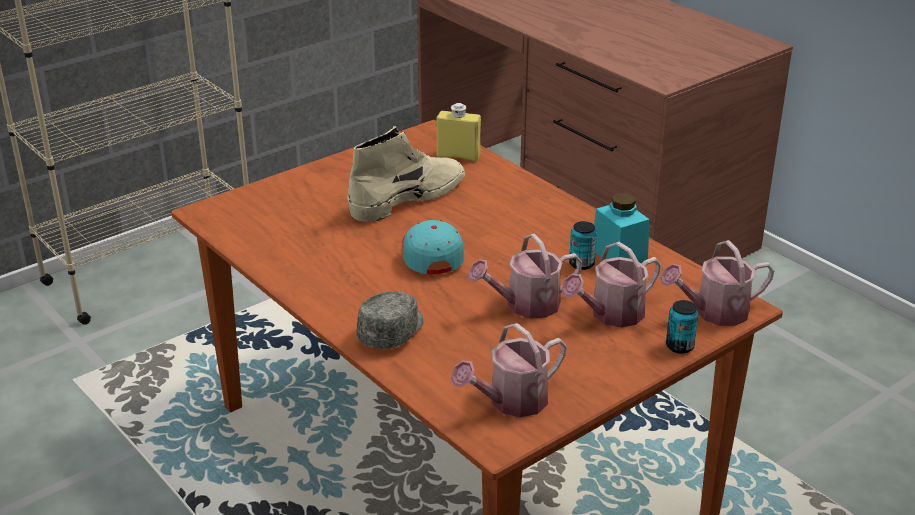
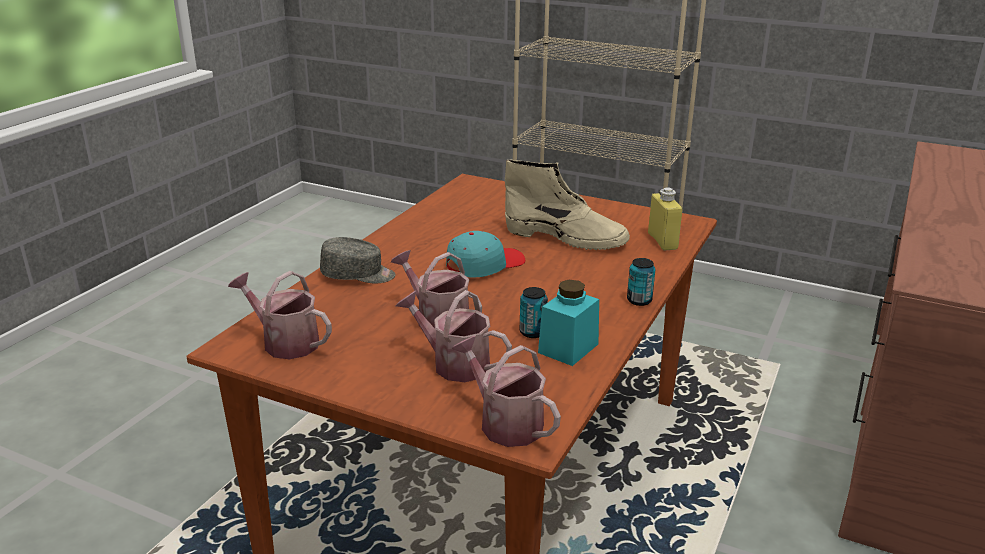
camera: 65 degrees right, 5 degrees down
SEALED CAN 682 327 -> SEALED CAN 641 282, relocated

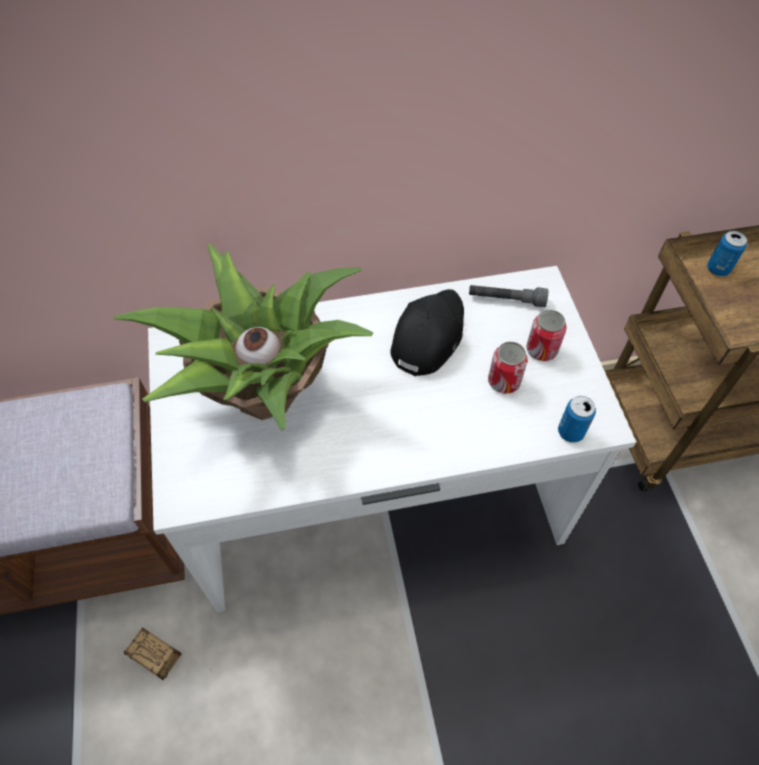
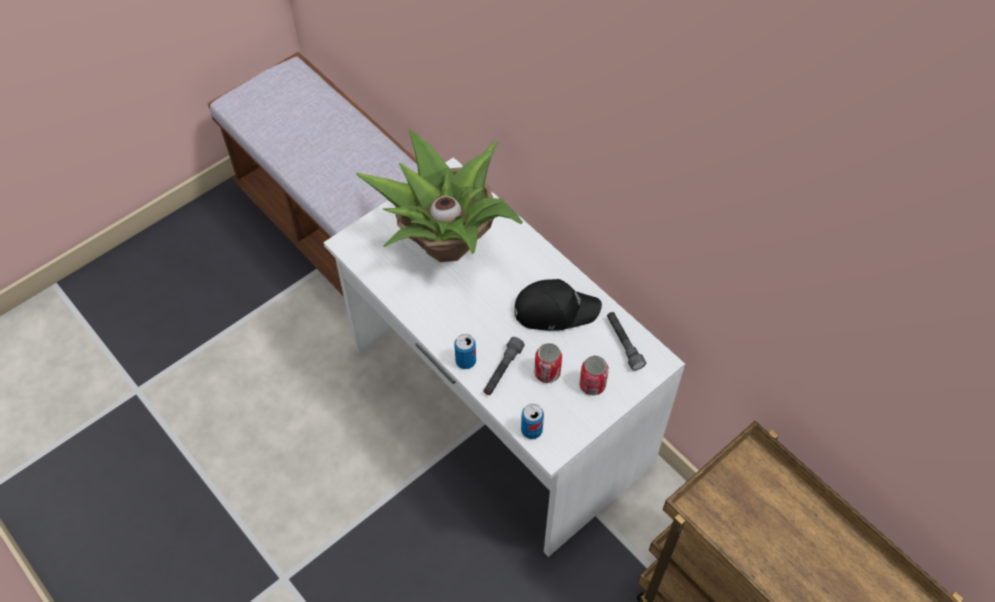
camera: 60 degrees right, 0 degrees up
STORAGE BOX 167 654 -> none
SEALED CAN 727 253 -> SEALED CAN 465 351, relocated
none -> GREYISH TORCH 504 366

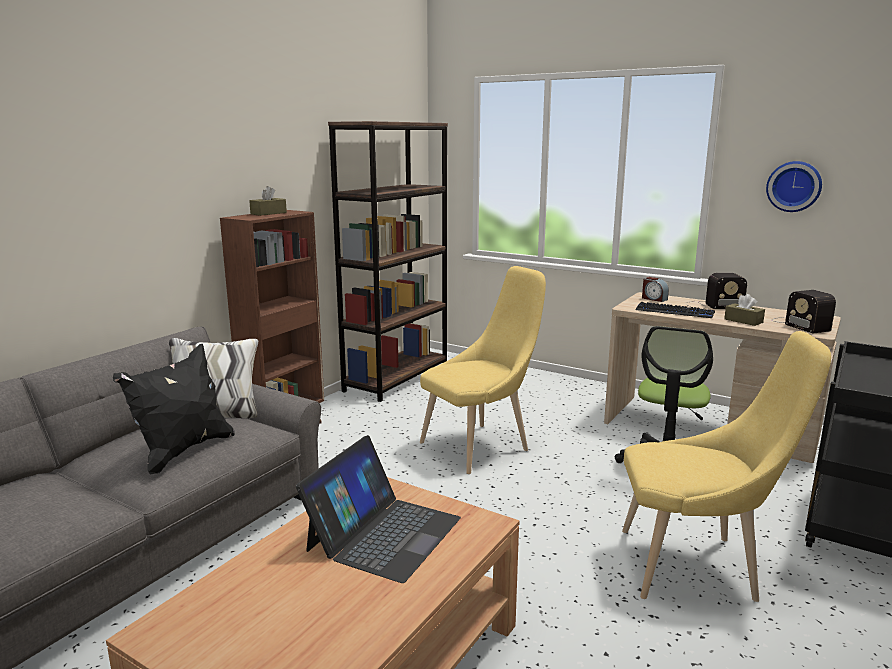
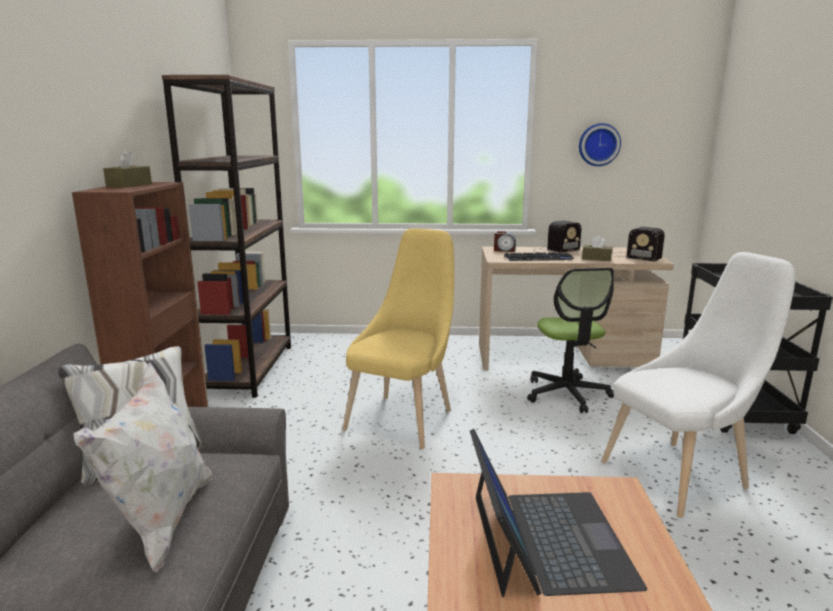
camera: 30 degrees left, 0 degrees up
BLACKISH CUSHION 174 409 -> WHITE-COLOURED CUSHION 143 467
YELLOW-COLOURED CHAIR 726 466 -> WHITE-COLOURED CHAIR 698 385

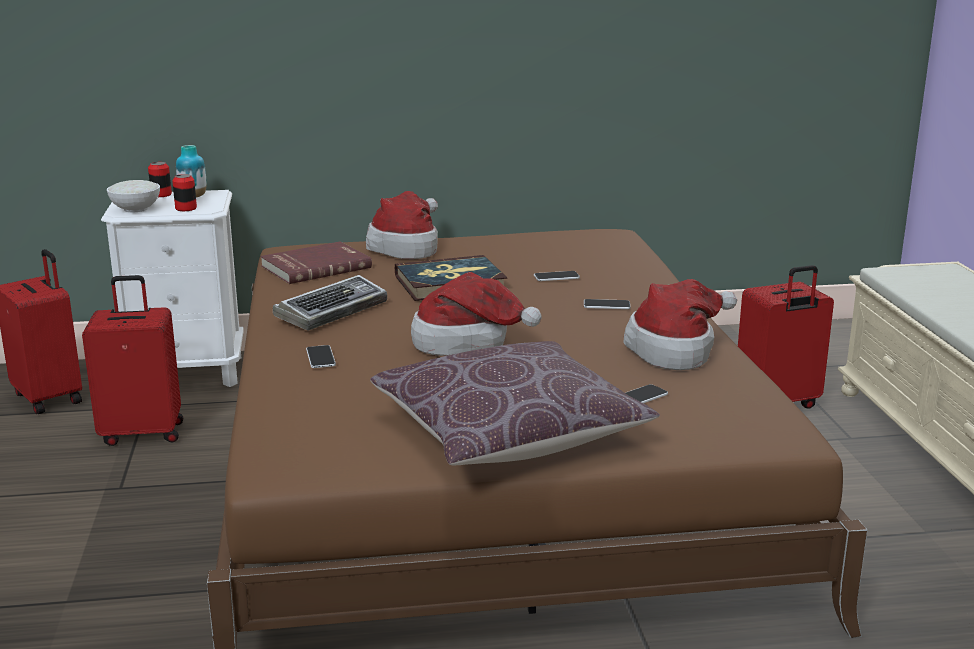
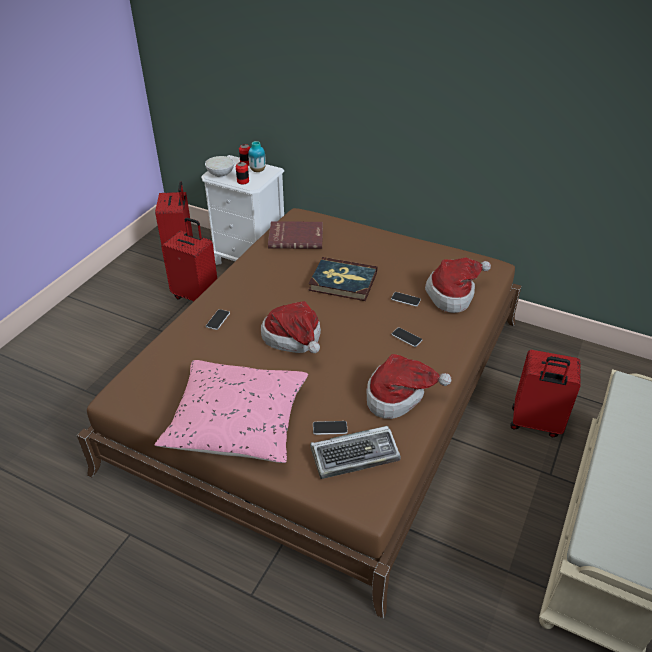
camera: 35 degrees right, 20 degrees up
COMPUTER KEYBOARD 330 303 -> COMPUTER KEYBOARD 355 452, relocated
HAT 402 225 -> HAT 458 285, relocated
BROWNISH CUSHION 515 403 -> PINKISH CUSHION 231 411

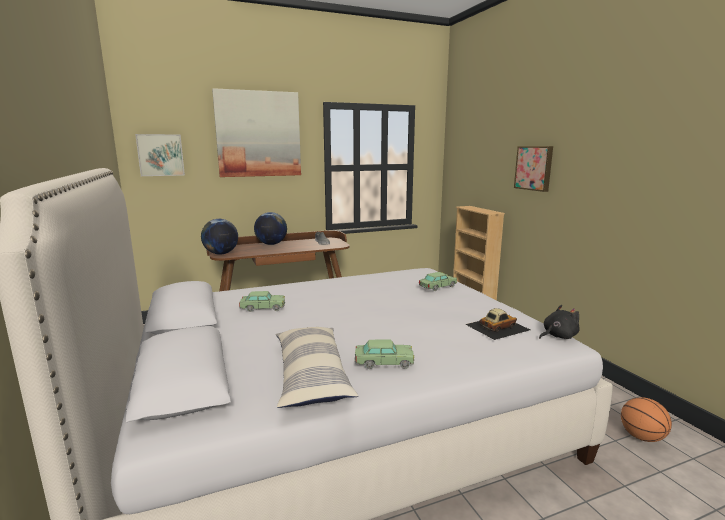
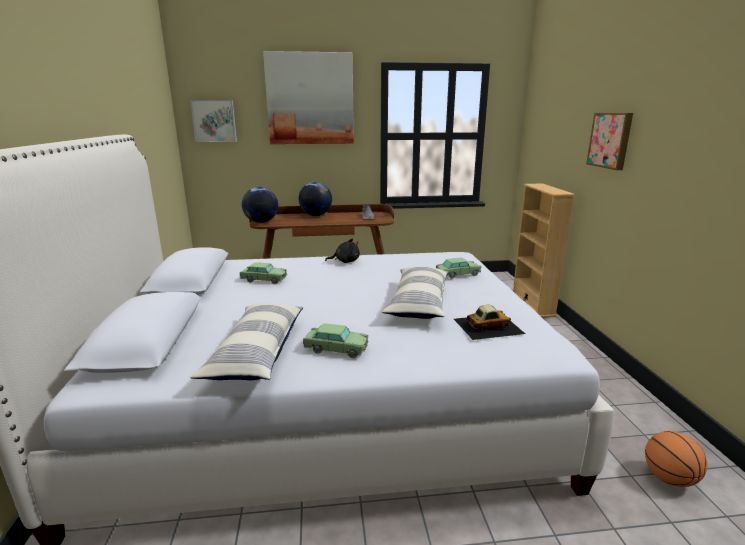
camera: 15 degrees right, 5 degrees up
BLACKISH CUDDLY TOY 559 322 -> BLACKISH CUDDLY TOY 342 250, relocated
none -> CUSHION 415 292

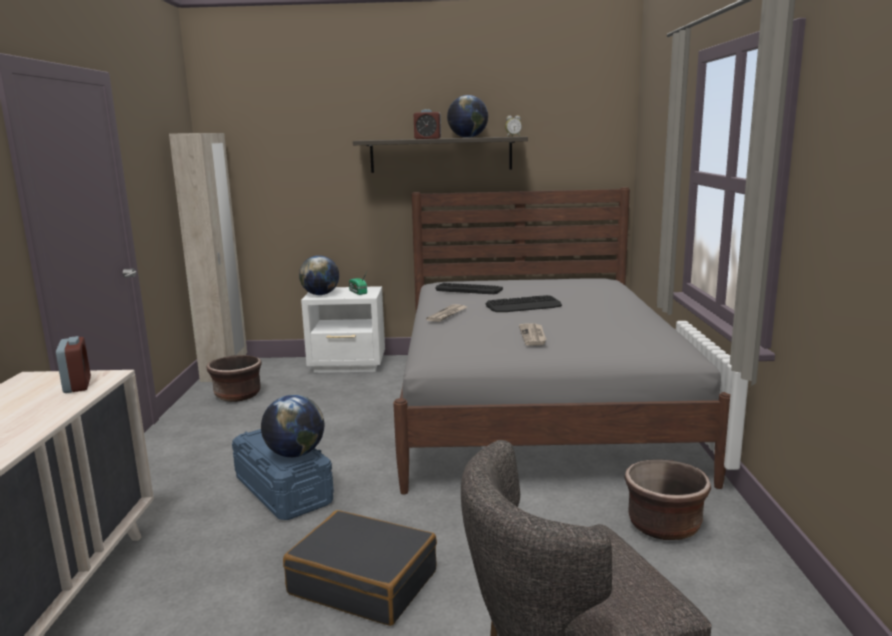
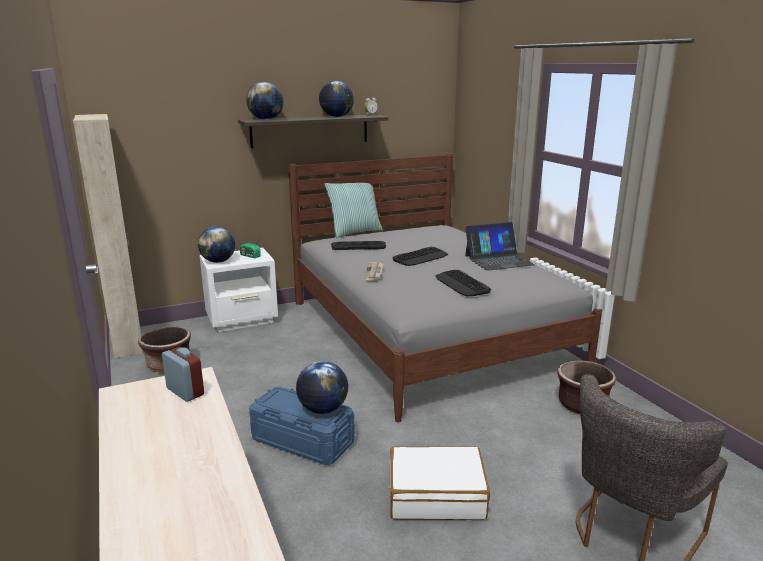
camera: 25 degrees left, 5 degrees up
BLACKISH TRAVEL CASE 360 568 -> WHITE-COLOURED TRAVEL CASE 439 483
TABLE CLOCK 427 124 -> none
DAILY PAPER 533 334 -> COMPUTER KEYBOARD 463 283
none -> DESK GLOBE 265 101
none -> CUSHION 354 210
none -> LAPTOP 500 246

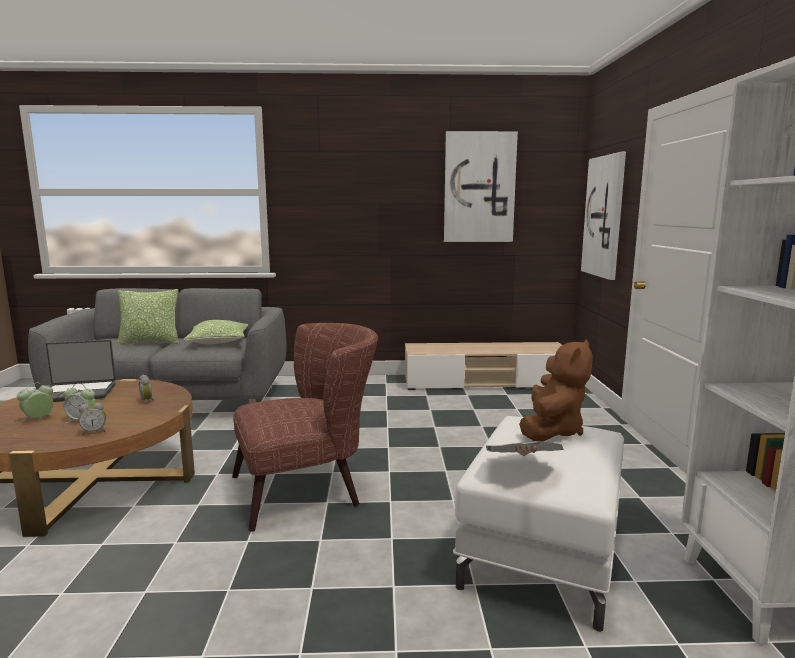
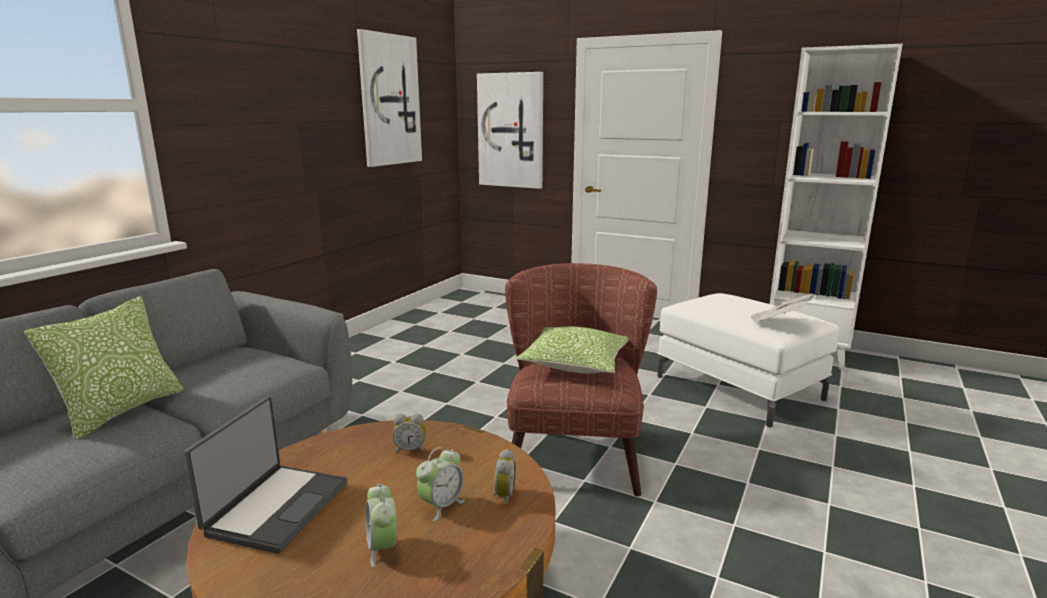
camera: 60 degrees left, 5 degrees up
CUSHION 215 332 -> CUSHION 572 350, relocated
BEIGE TV UNIT 483 366 -> none
BROWNISH CUDDLY TOY 556 390 -> none

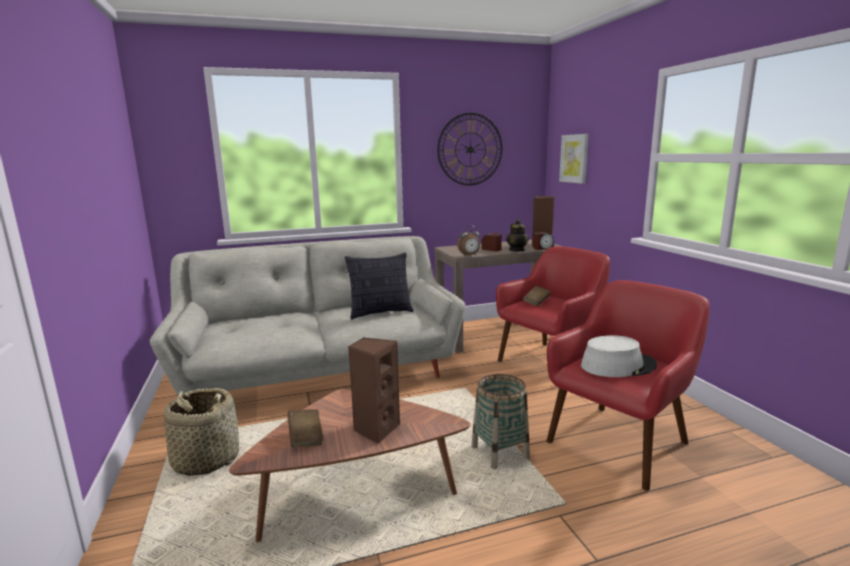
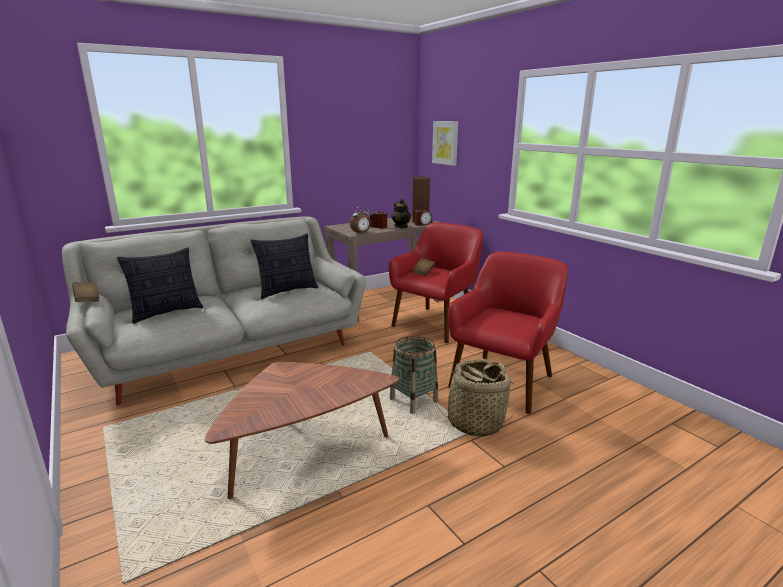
camera: 15 degrees left, 5 degrees up
BASKET 201 432 -> BASKET 474 398, relocated
BROWNISH VOLUME 305 428 -> BROWNISH VOLUME 86 292, relocated
BROWNISH LOUDSPEAKER 374 391 -> none
WALL CLOCK 469 149 -> none
GREYISH HAT 619 356 -> none
none -> CUSHION 160 285

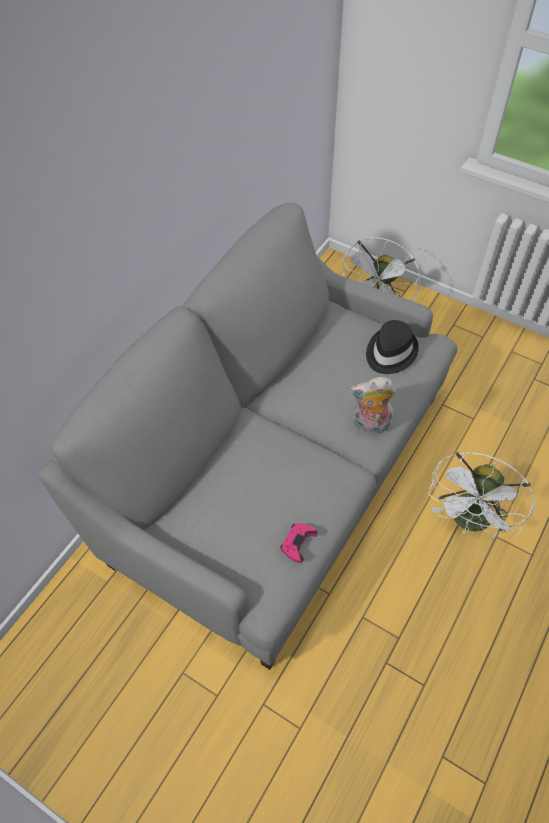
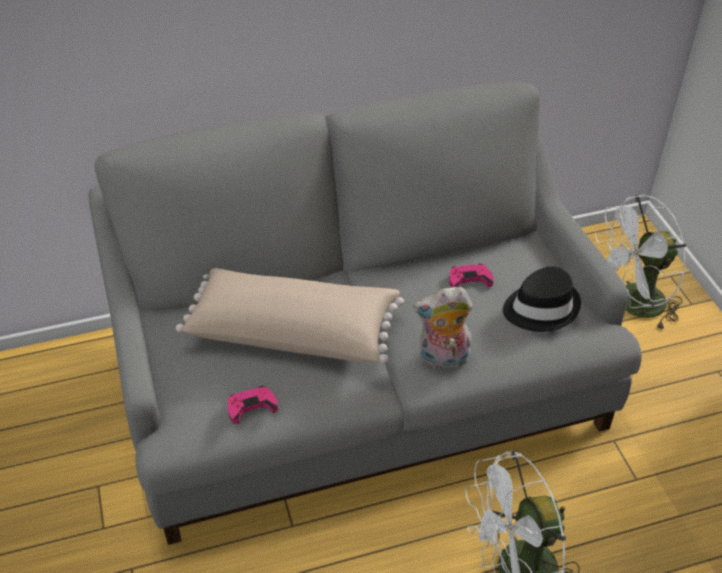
camera: 40 degrees right, 10 degrees down
CUDDLY TOY 373 405 -> CUDDLY TOY 443 329, 45 degrees counterclockwise
none -> BEIGE CUSHION 290 315
none -> PINKISH GAMEPAD 471 276

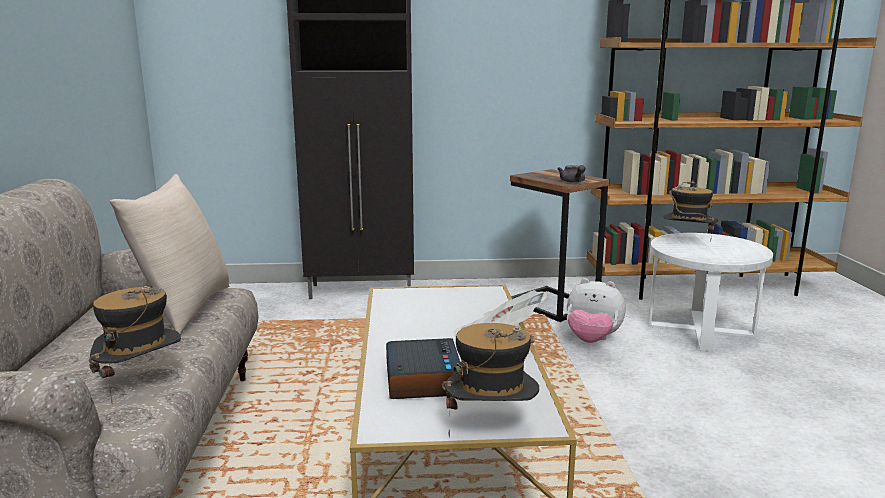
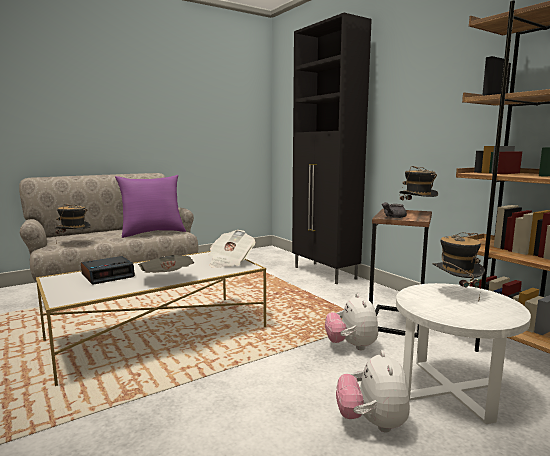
camera: 60 degrees right, 5 degrees down
BEIGE CUSHION 169 254 -> PURPLE CUSHION 150 206
HAT 490 380 -> HAT 418 183, relocated
none -> DAILY PAPER 232 249
none -> CUDDLY TOY 373 391

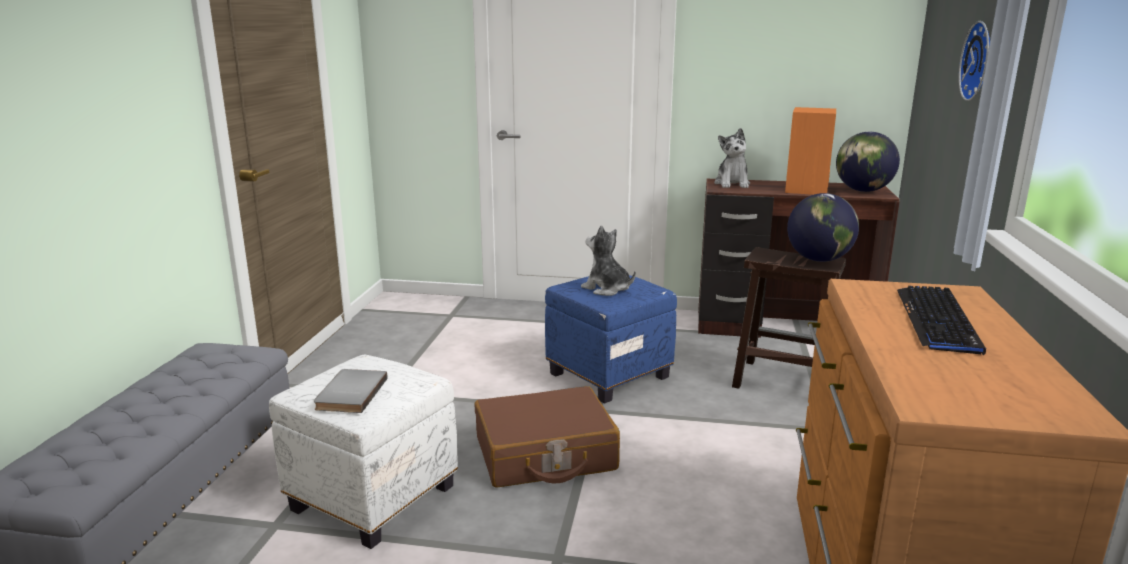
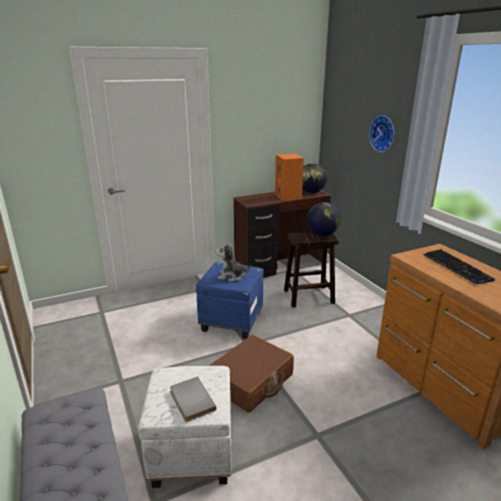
camera: 35 degrees left, 5 degrees up
CUDDLY TOY 732 158 -> none

